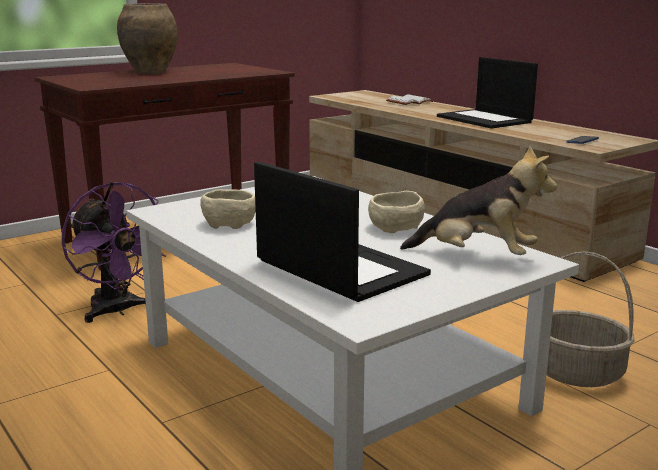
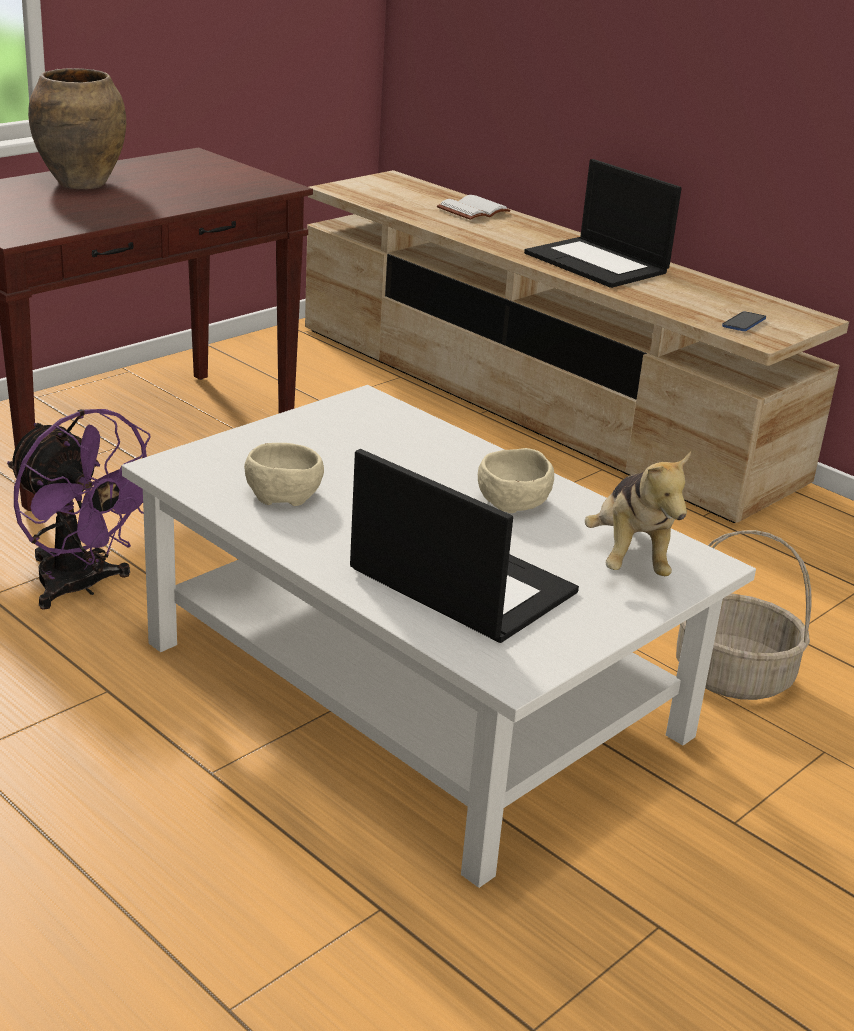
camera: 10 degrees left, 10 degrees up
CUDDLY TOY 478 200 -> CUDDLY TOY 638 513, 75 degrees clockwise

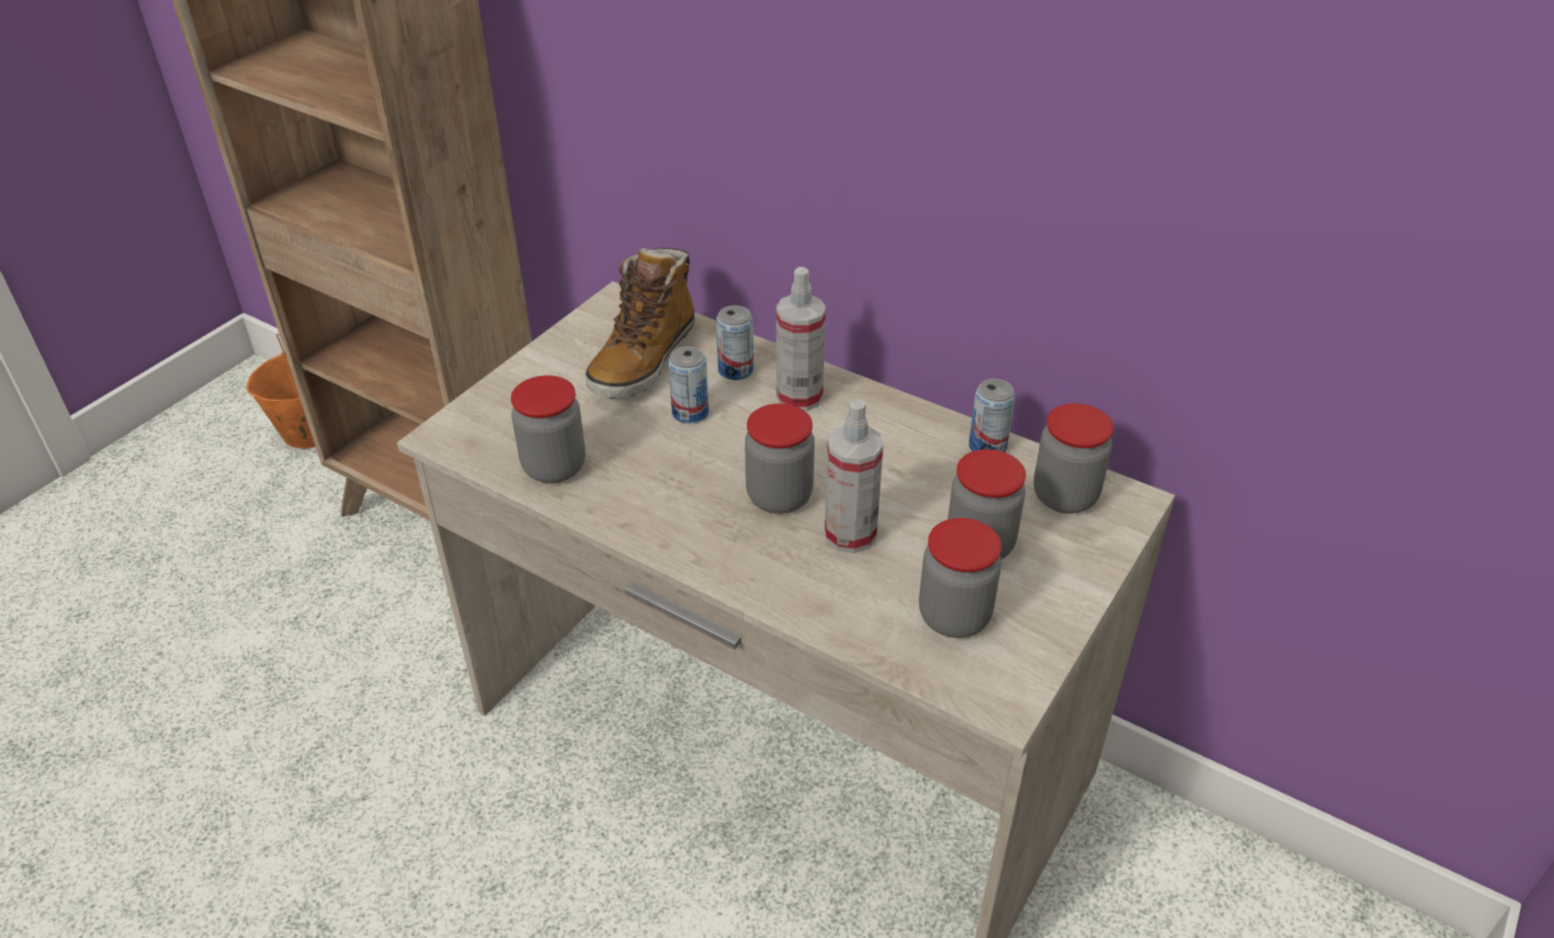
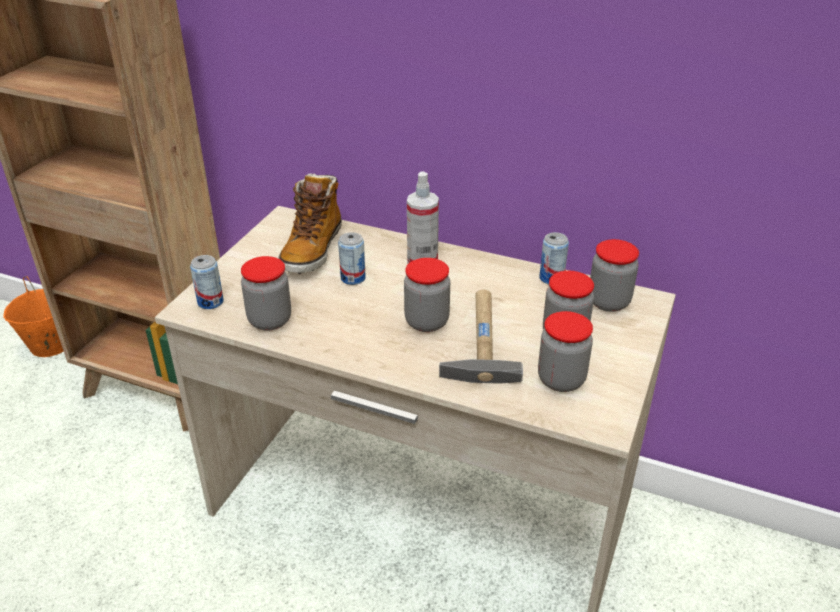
camera: 10 degrees left, 5 degrees down
SEALED CAN 735 342 -> SEALED CAN 207 282, relocated
HAND SPRAYER 854 476 -> TOOL HAMMER 481 337

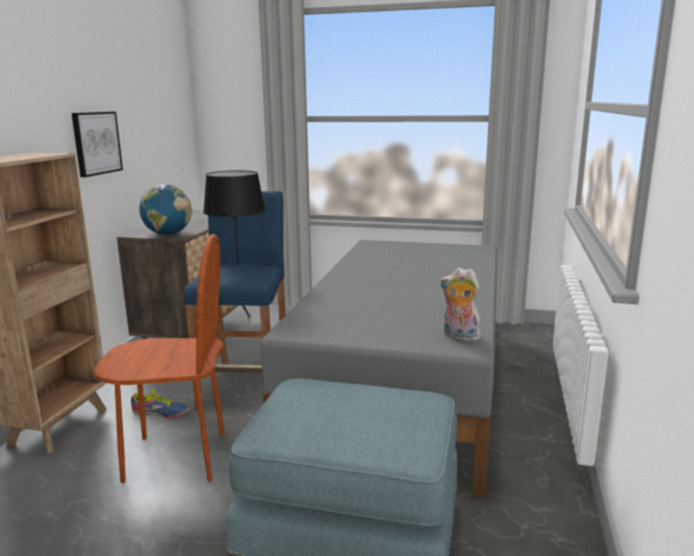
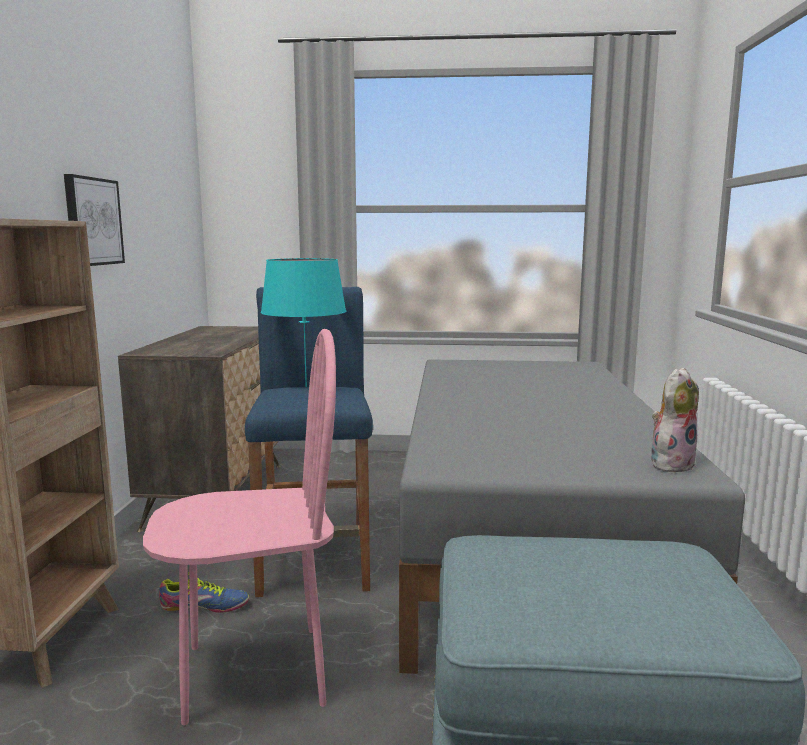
camera: 10 degrees left, 5 degrees down
BROWNISH CHAIR 159 358 -> PINKISH CHAIR 239 527
DESK GLOBE 165 209 -> none
BLACKISH TABLETOP LAMP 234 217 -> BLUE-GREEN TABLETOP LAMP 303 322
CUDDLY TOY 460 305 -> CUDDLY TOY 675 419, 120 degrees clockwise

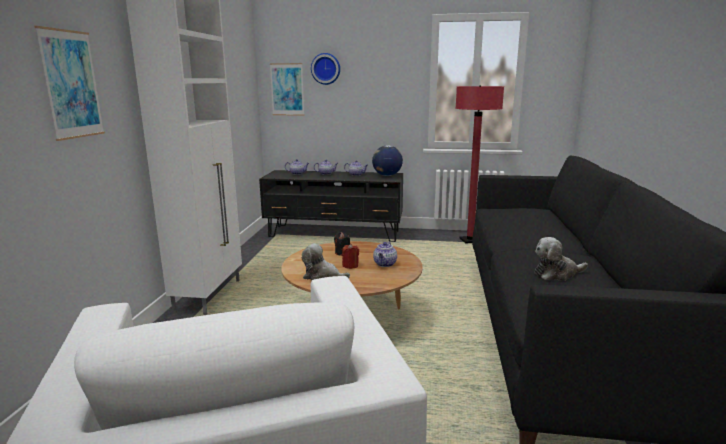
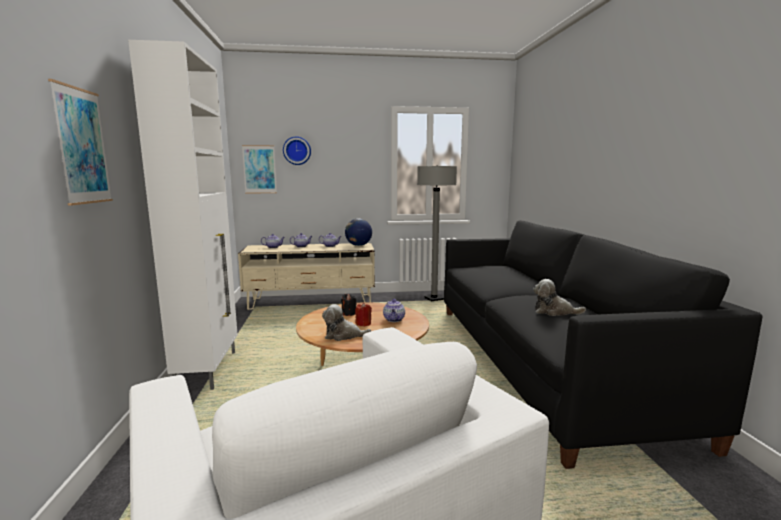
camera: 15 degrees left, 5 degrees down
BLACKISH TV UNIT 331 206 -> BEIGE TV UNIT 306 276
RED-COLOURED STANDING LAMP 480 164 -> GREYISH STANDING LAMP 437 233
CUDDLY TOY 561 259 -> CUDDLY TOY 559 297, 45 degrees clockwise

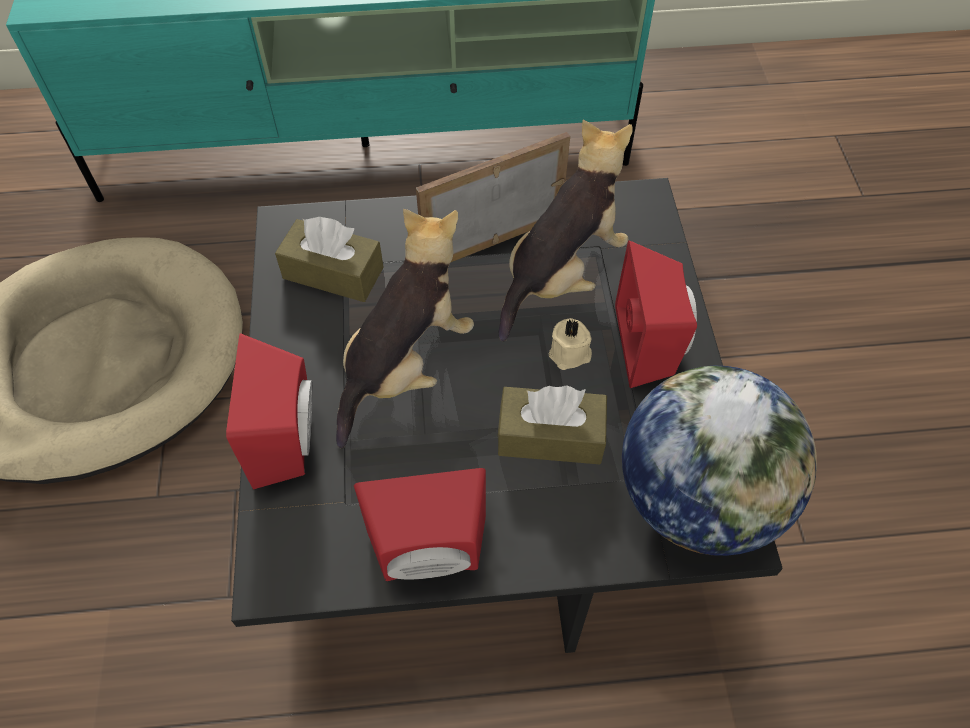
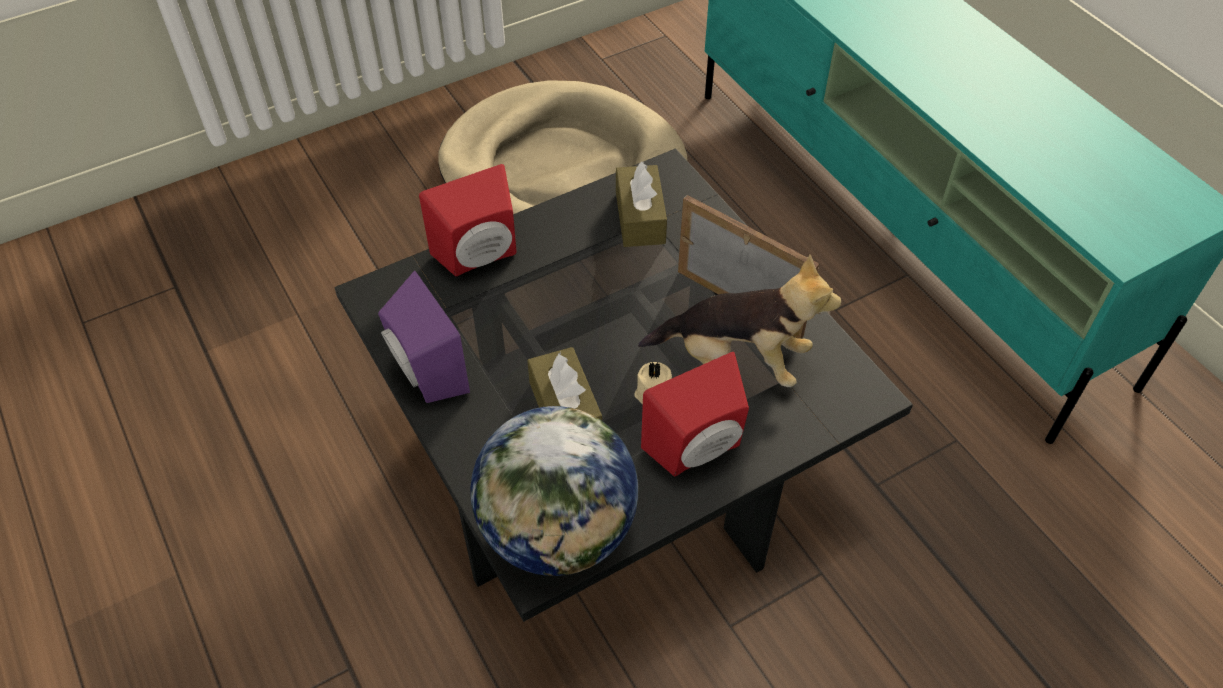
camera: 65 degrees right, 5 degrees down
CUDDLY TOY 405 329 -> none
RED-COLOURED LOUDSPEAKER 420 524 -> PURPLE LOUDSPEAKER 424 336

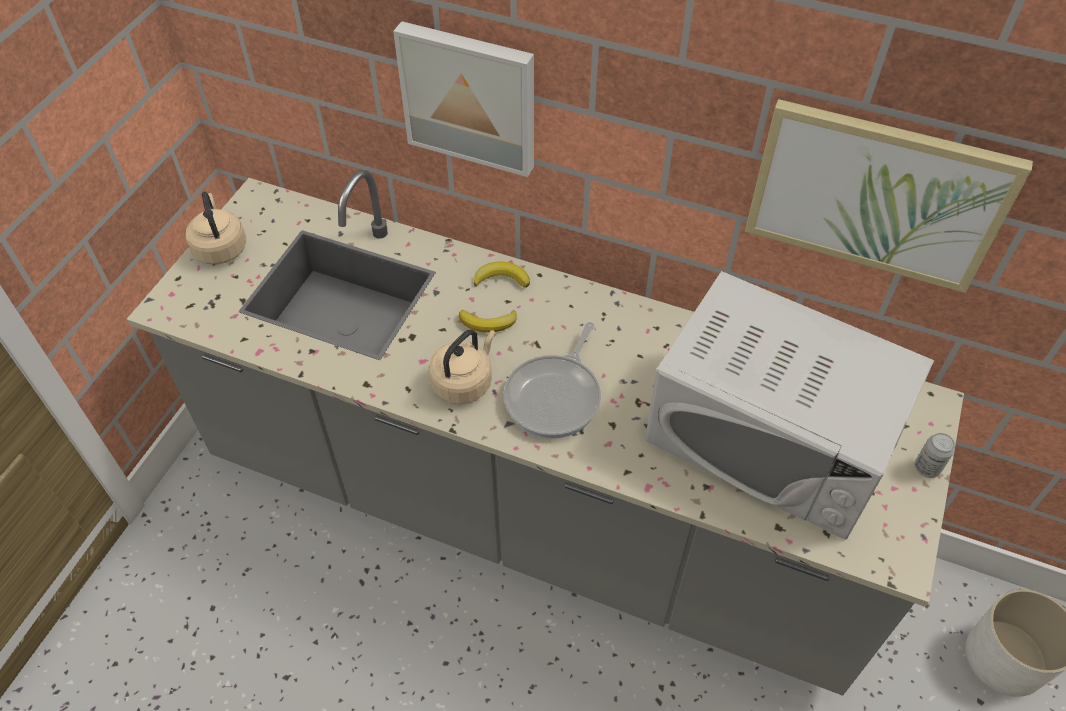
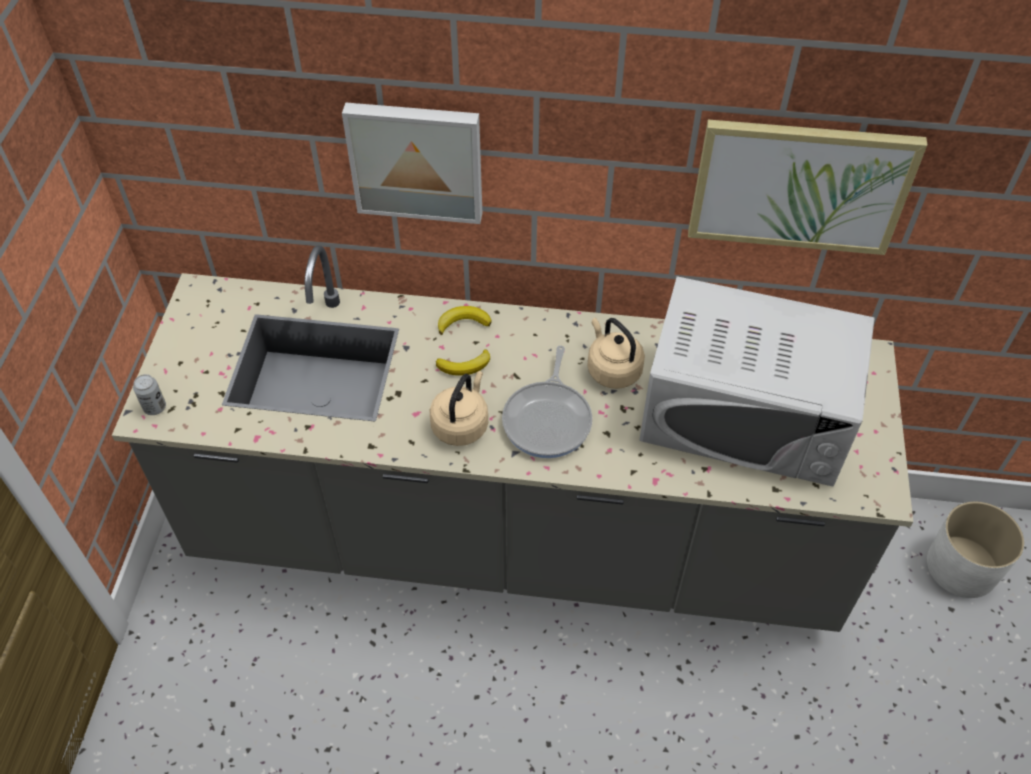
camera: 15 degrees left, 0 degrees up
BEIGE KETTLE 216 228 -> BEIGE KETTLE 616 353, relocated
SEALED CAN 935 455 -> SEALED CAN 149 394, relocated

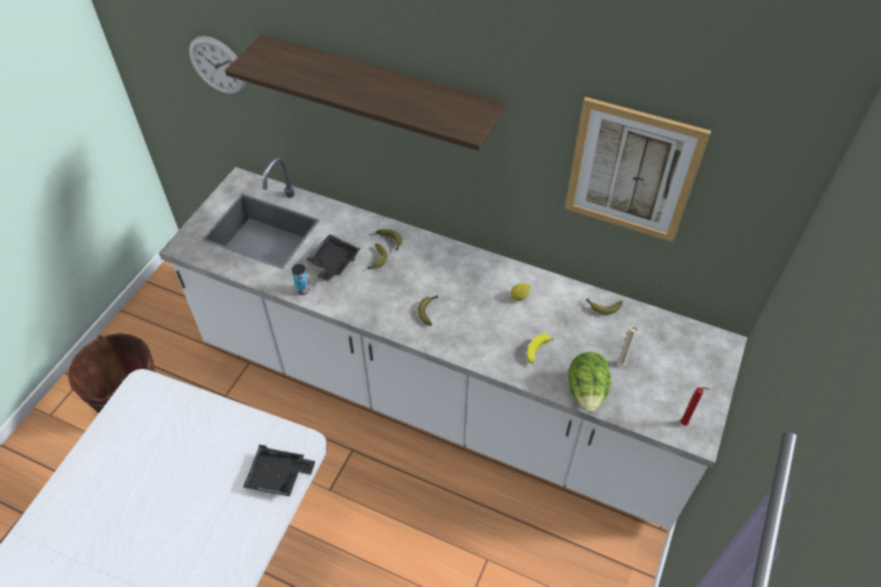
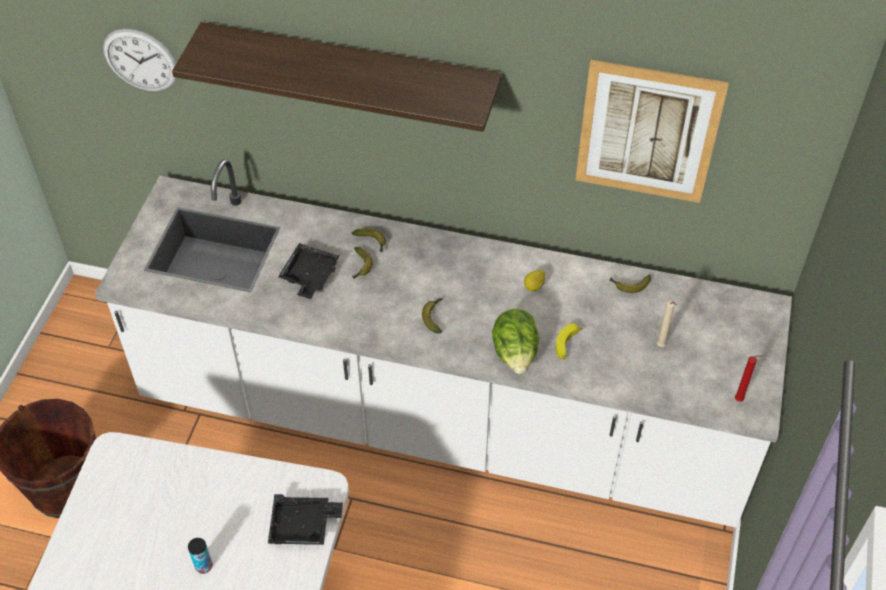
camera: 10 degrees left, 0 degrees up
SEALED CAN 300 279 -> SEALED CAN 200 556, relocated
HEAD OF LETTUCE 589 382 -> HEAD OF LETTUCE 515 341, relocated

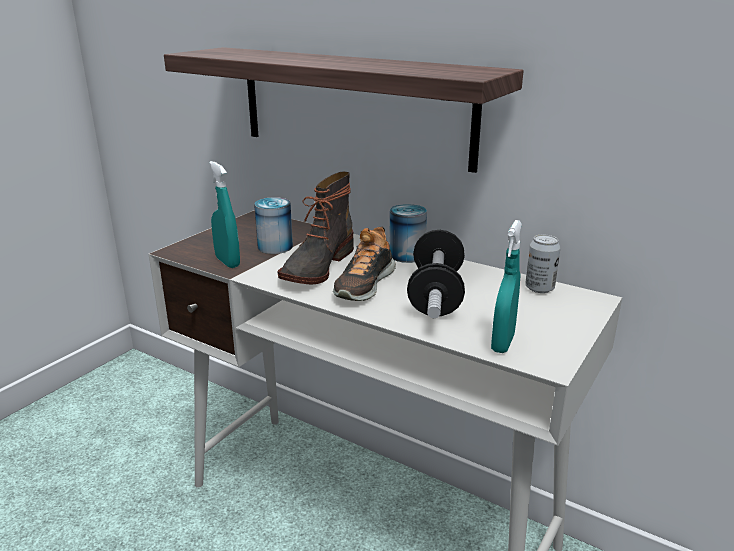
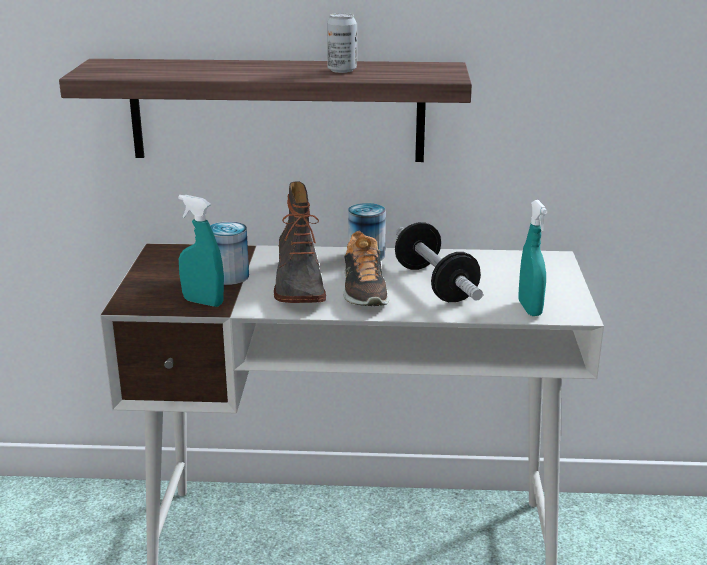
camera: 30 degrees left, 0 degrees up
SEALED CAN 542 264 -> SEALED CAN 342 43, relocated

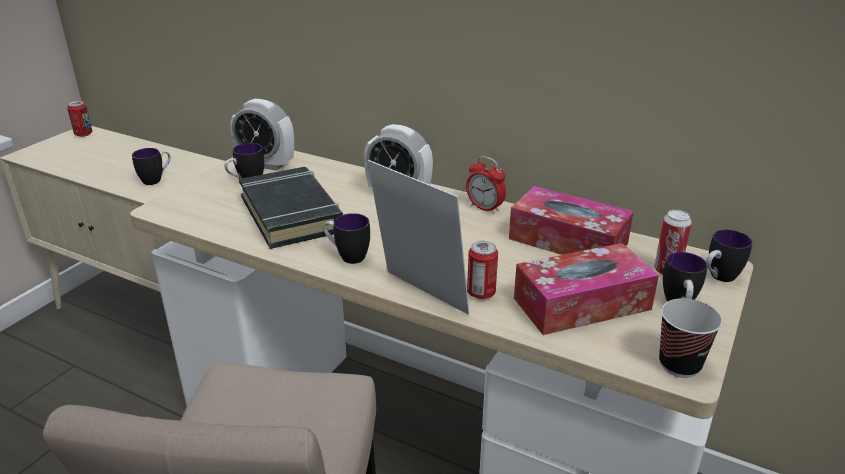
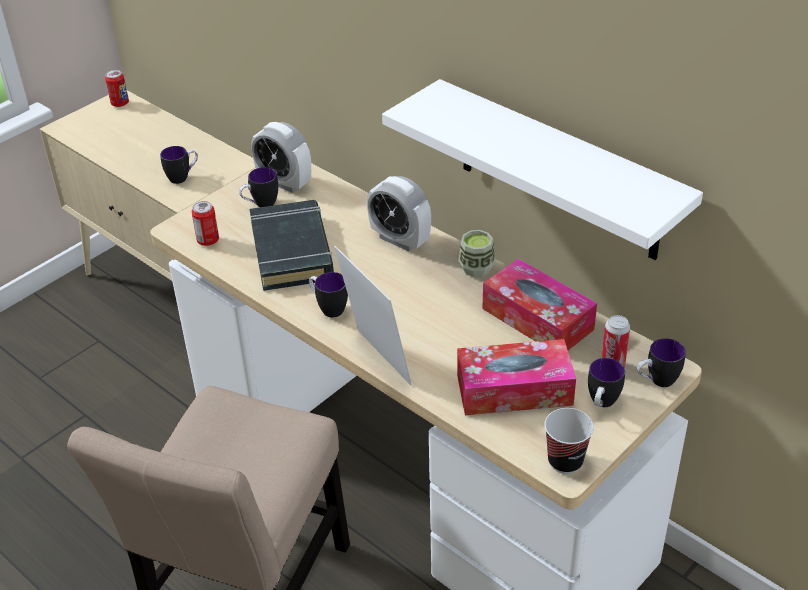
camera: 15 degrees right, 10 degrees up
TABLE CLOCK 486 185 -> DRINKING CUP 476 253
SEALED CAN 482 270 -> SEALED CAN 205 223, relocated
none -> WHITE-COLOURED WALL SHELF 542 169

